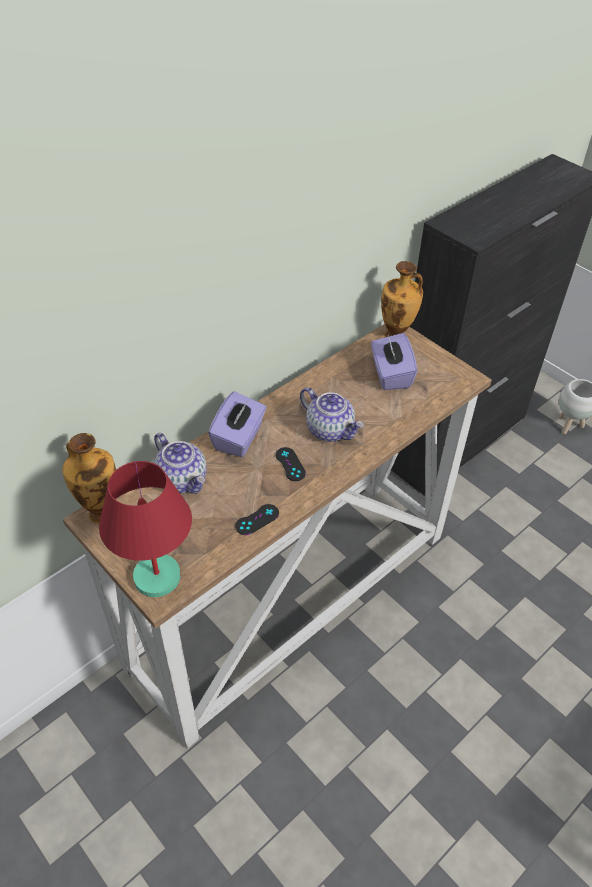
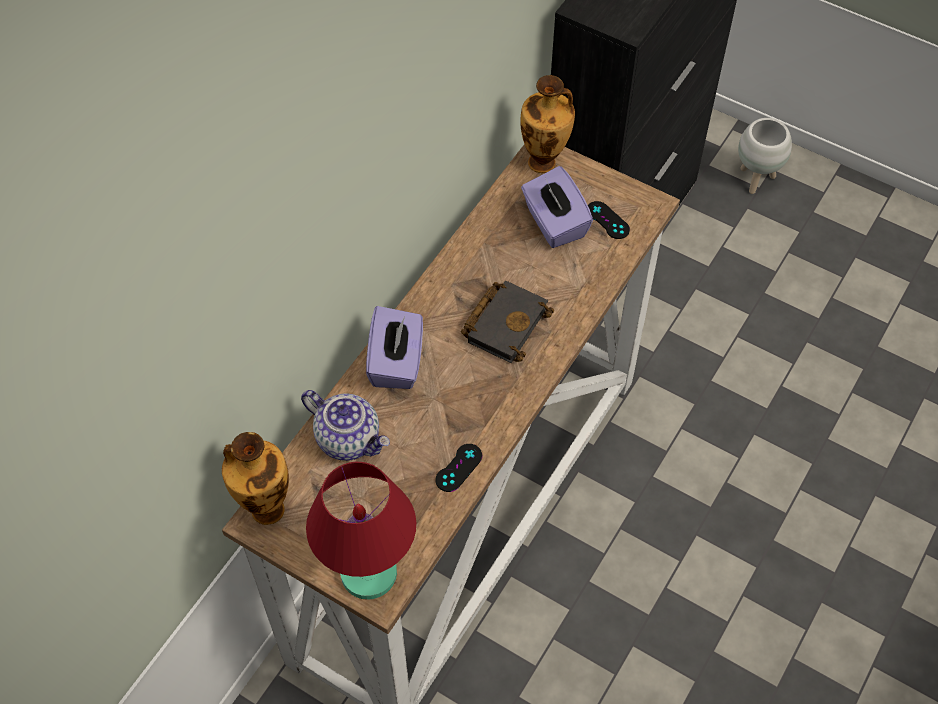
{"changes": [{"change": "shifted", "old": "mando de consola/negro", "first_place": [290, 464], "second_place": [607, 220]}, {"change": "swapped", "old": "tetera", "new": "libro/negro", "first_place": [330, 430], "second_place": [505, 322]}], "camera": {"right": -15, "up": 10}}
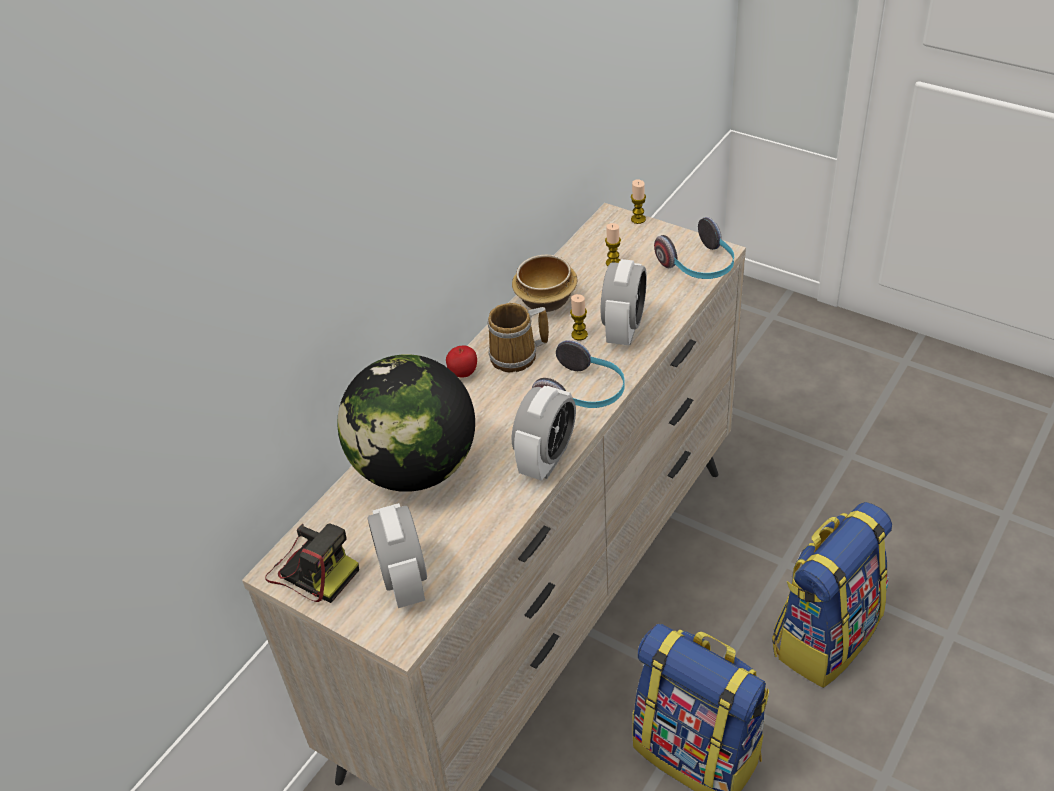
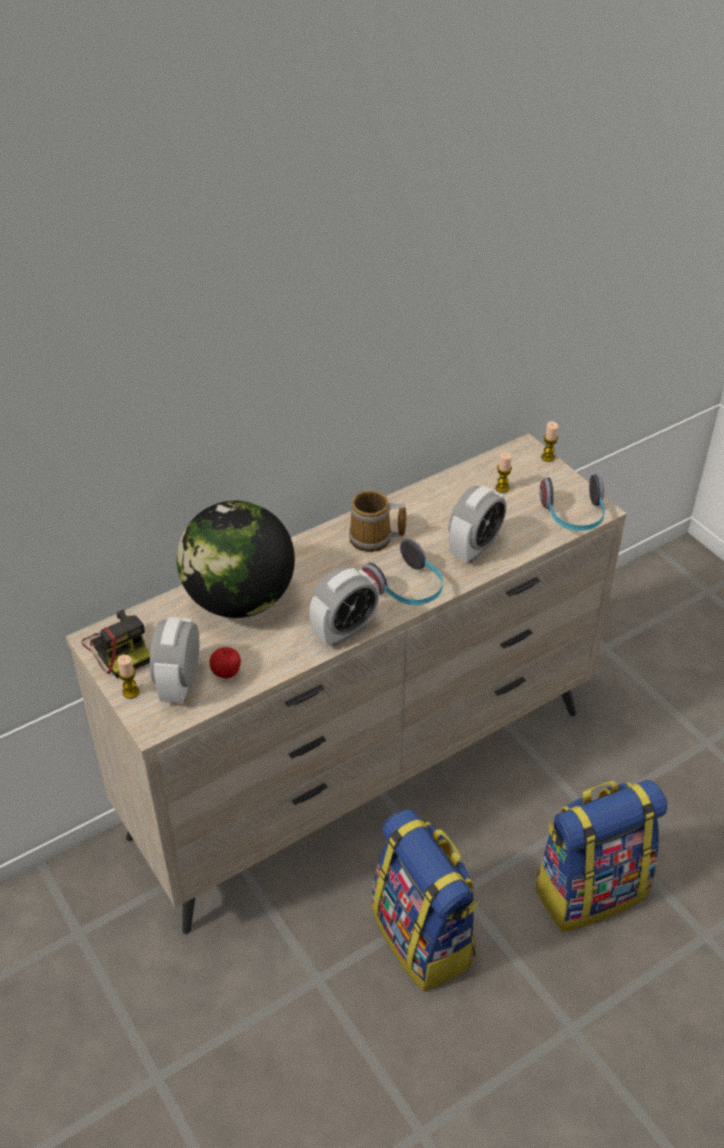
{"changes": [{"change": "gone", "old": "cuenco", "first_place": [547, 301]}, {"change": "shifted", "old": "manzana", "first_place": [463, 373], "second_place": [226, 673]}, {"change": "shifted", "old": "vela", "first_place": [579, 335], "second_place": [131, 692]}], "camera": {"right": 20, "up": 0}}
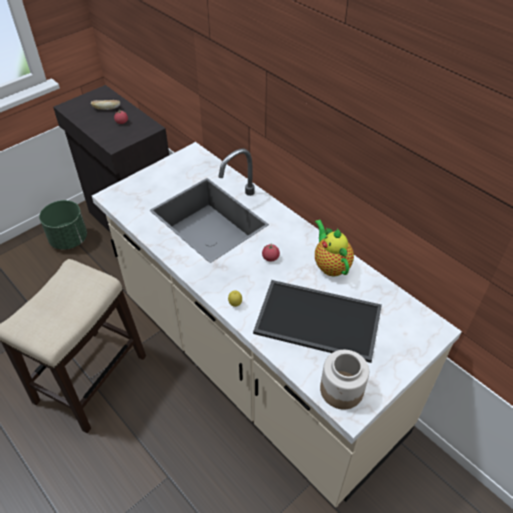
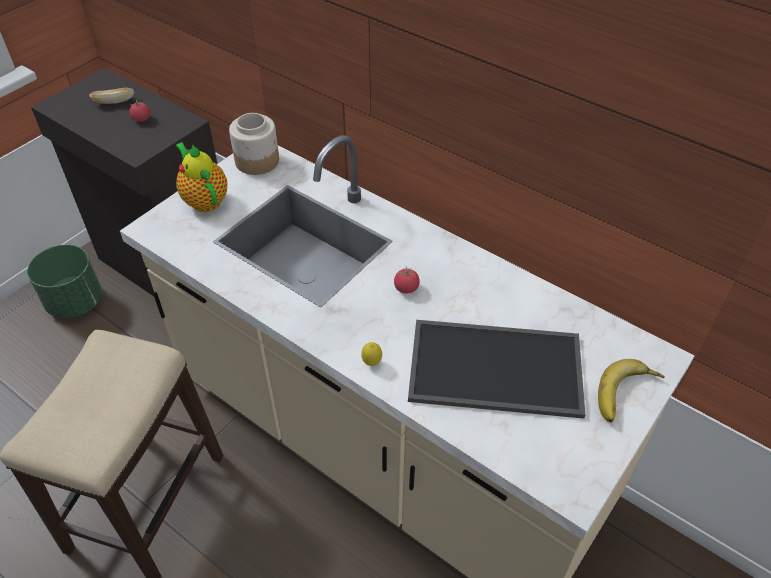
{"changes": [{"change": "new", "new": "plátano", "second_place": [627, 396]}, {"change": "shifted", "old": "tetera", "first_place": [330, 265], "second_place": [204, 200]}, {"change": "shifted", "old": "tarro", "first_place": [342, 389], "second_place": [258, 161]}], "camera": {"right": -10, "up": 0}}
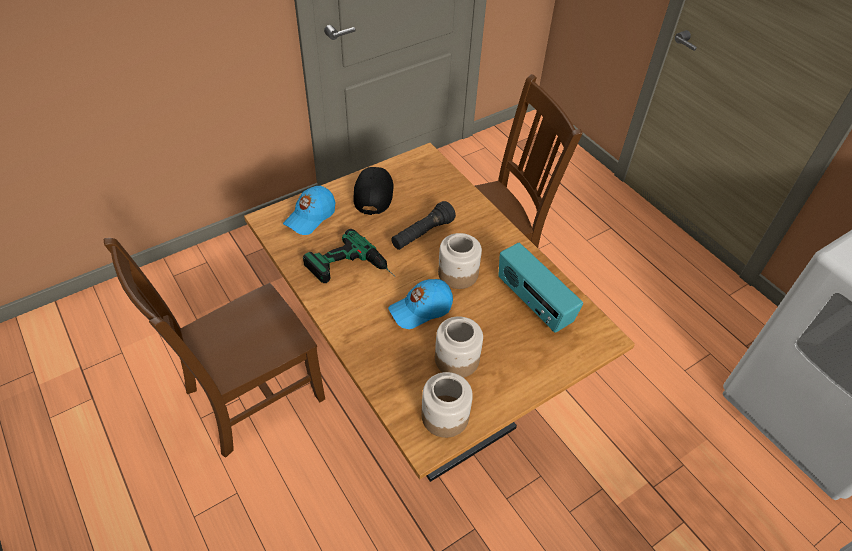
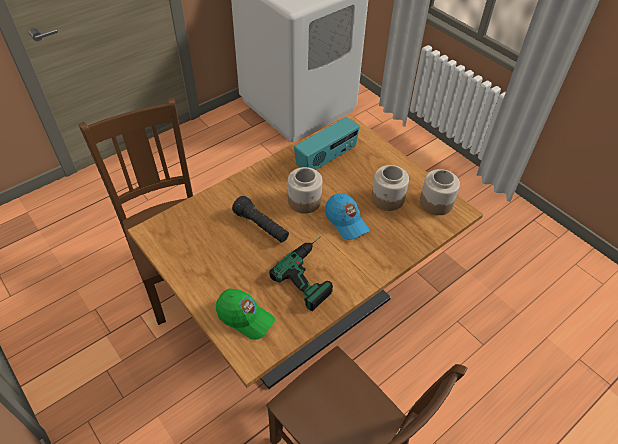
{"changes": [{"change": "gone", "old": "gorra/negro", "first_place": [373, 193]}, {"change": "repainted", "old": "gorra/azul", "new": "gorra/verde", "first_place": [310, 217], "second_place": [245, 317]}], "camera": {"right": -95, "up": 0}}
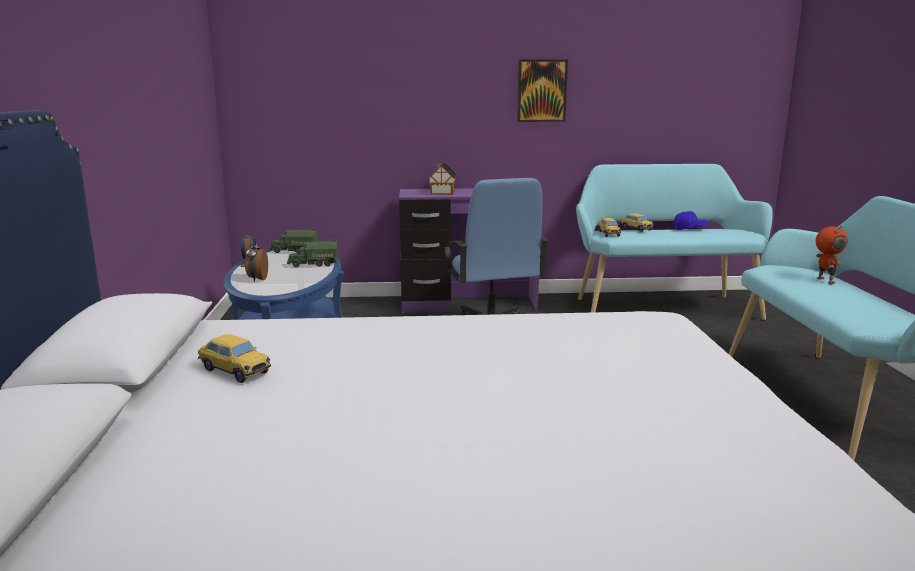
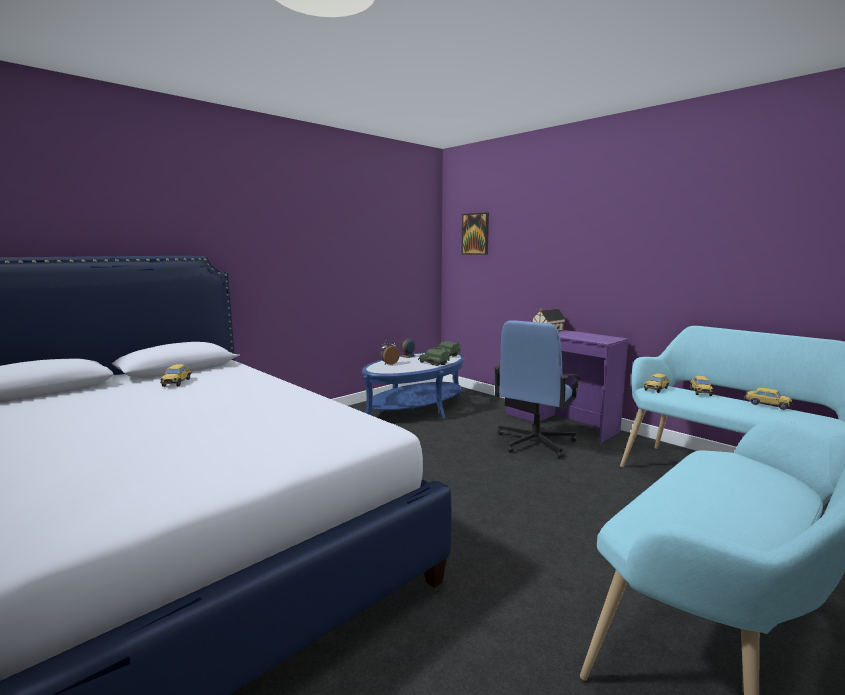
{"changes": [{"change": "gone", "old": "robot de juguete", "first_place": [824, 280]}, {"change": "shifted", "old": "cuadro", "first_place": [541, 90], "second_place": [475, 234]}, {"change": "swapped", "old": "gorra/azul", "new": "coche de juguete", "first_place": [689, 228], "second_place": [767, 405]}], "camera": {"right": 50, "up": -5}}
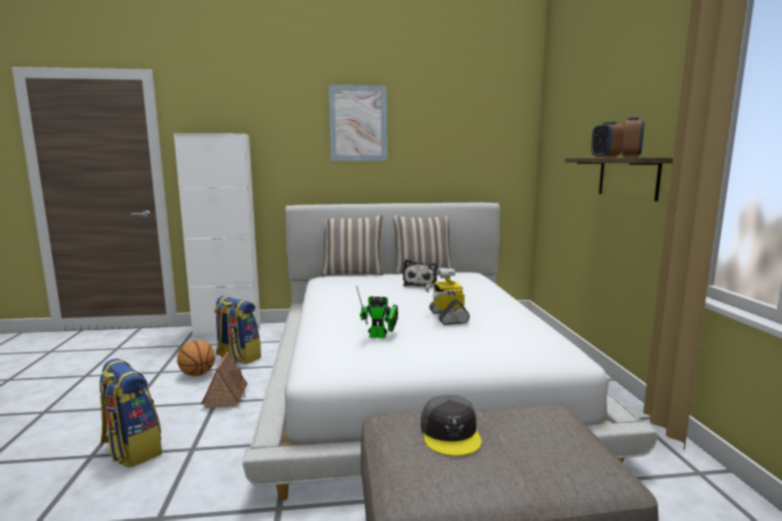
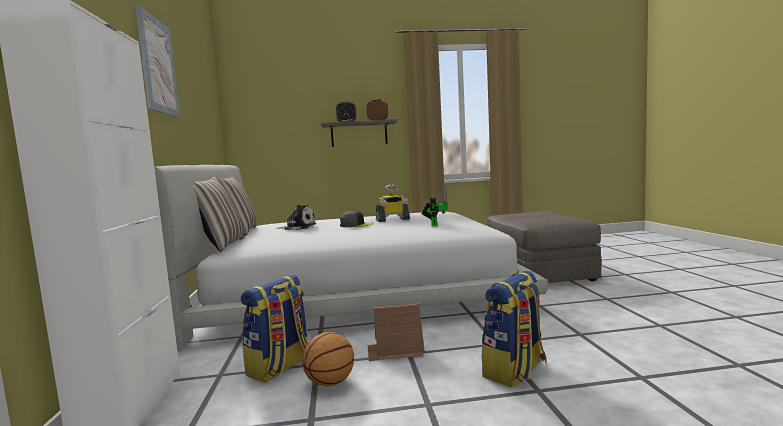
{"changes": [{"change": "shifted", "old": "gorra/gris", "first_place": [450, 433], "second_place": [355, 225]}], "camera": {"right": -90, "up": -5}}
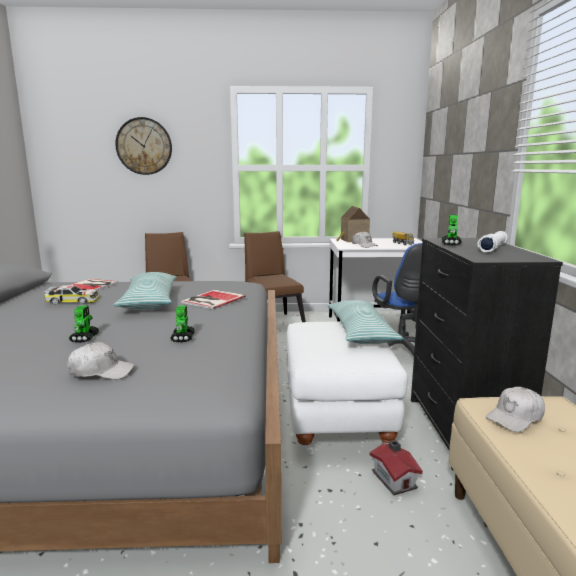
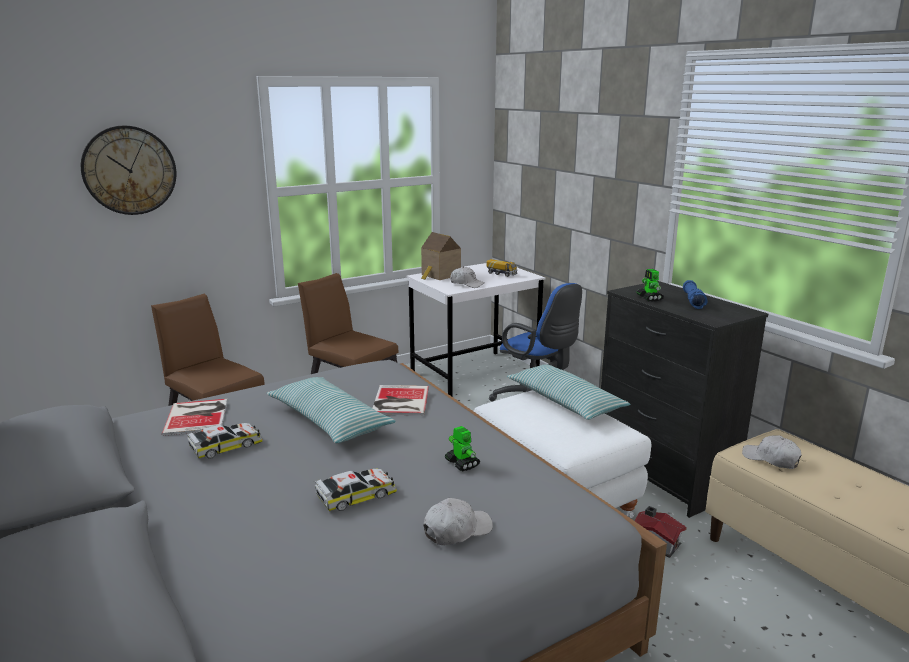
{"changes": [{"change": "swapped", "old": "robot de juguete", "new": "coche de juguete", "first_place": [85, 338], "second_place": [356, 496]}, {"change": "repainted", "old": "linterna/blanco", "new": "linterna/azul", "first_place": [493, 248], "second_place": [693, 301]}, {"change": "rotated", "old": "gorra/blanco", "first_place": [515, 417], "second_place": [771, 459], "degrees": 105}], "camera": {"right": -30, "up": 5}}
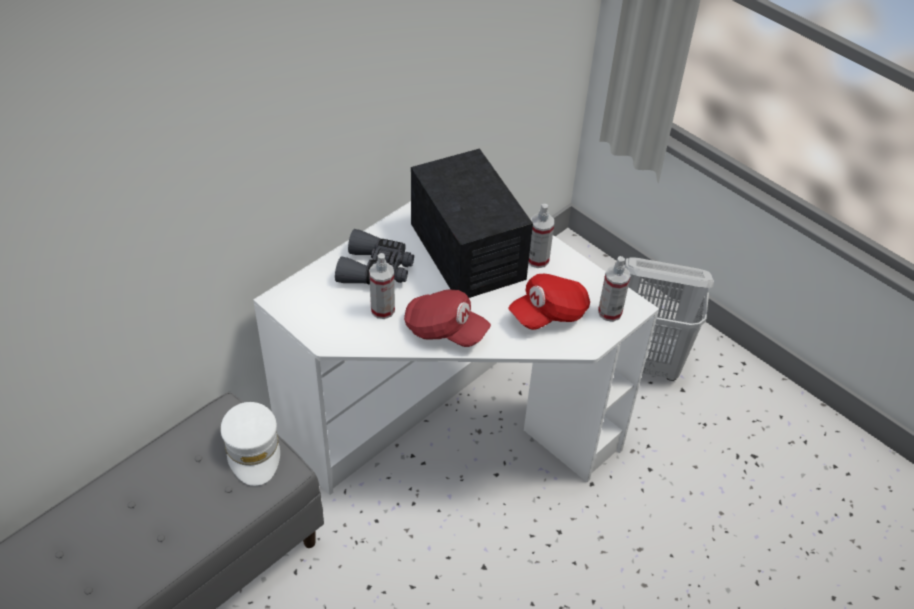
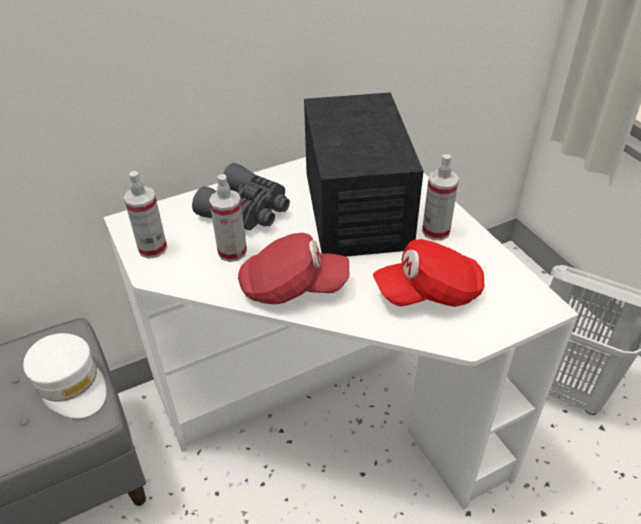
{"changes": [{"change": "shifted", "old": "pulverizador", "first_place": [610, 312], "second_place": [152, 248]}, {"change": "rotated", "old": "gorra/blanco", "first_place": [253, 449], "second_place": [71, 383], "degrees": -45}, {"change": "rotated", "old": "gorra/rojo", "first_place": [445, 330], "second_place": [292, 287], "degrees": -45}], "camera": {"right": 20, "up": -5}}
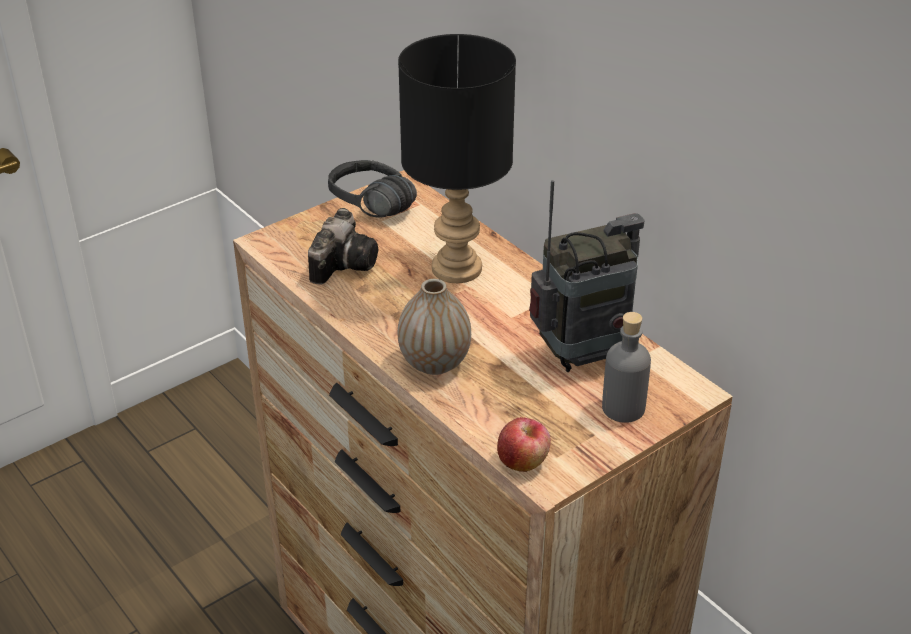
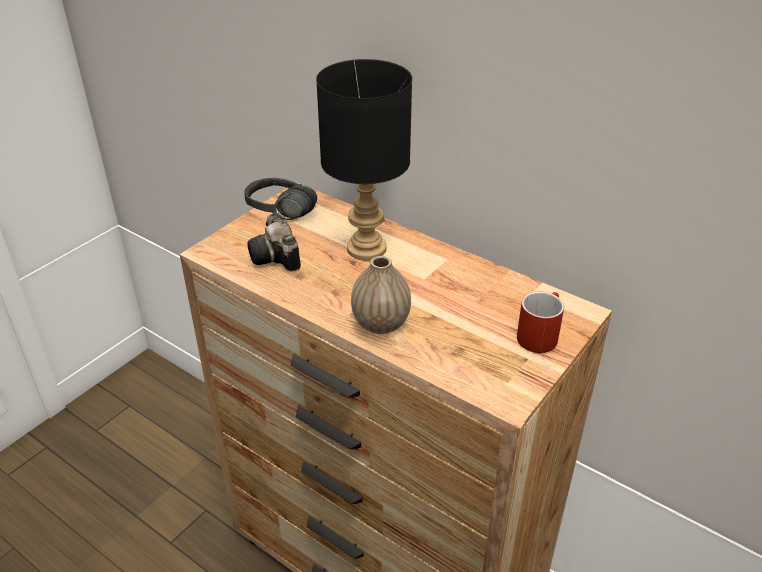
{"changes": [{"change": "gone", "old": "manzana", "first_place": [523, 461]}, {"change": "gone", "old": "radio", "first_place": [582, 356]}, {"change": "swapped", "old": "botella/gris", "new": "taza grande/rojo", "first_place": [623, 408], "second_place": [539, 334]}, {"change": "rotated", "old": "cámara", "first_place": [344, 262], "second_place": [277, 258], "degrees": 150}], "camera": {"right": -15, "up": 0}}
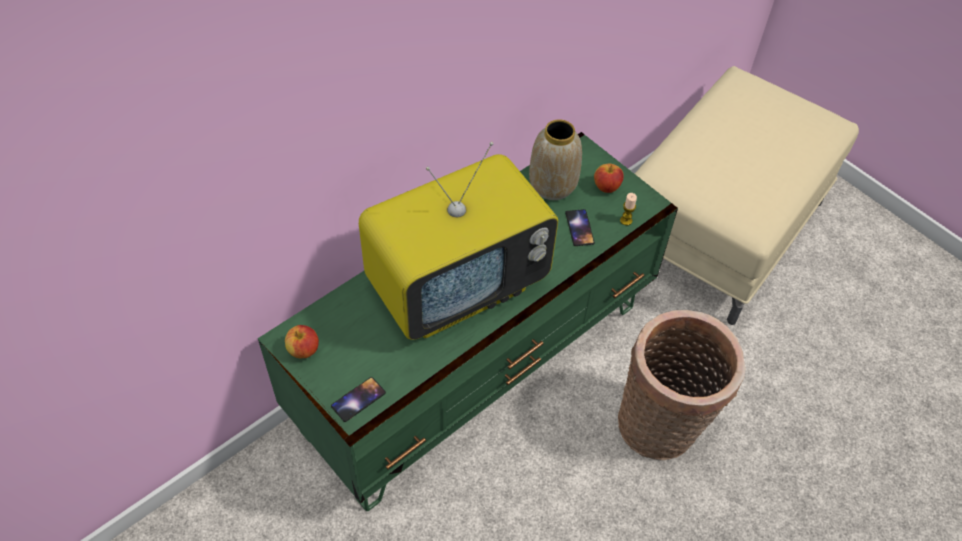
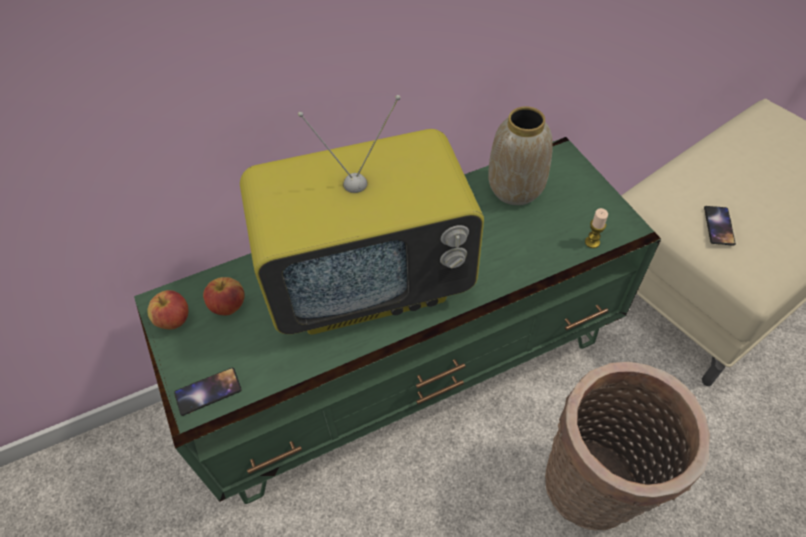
{"changes": [{"change": "shifted", "old": "móvil", "first_place": [579, 228], "second_place": [719, 226]}, {"change": "shifted", "old": "manzana", "first_place": [606, 187], "second_place": [228, 306]}], "camera": {"right": 20, "up": 0}}
